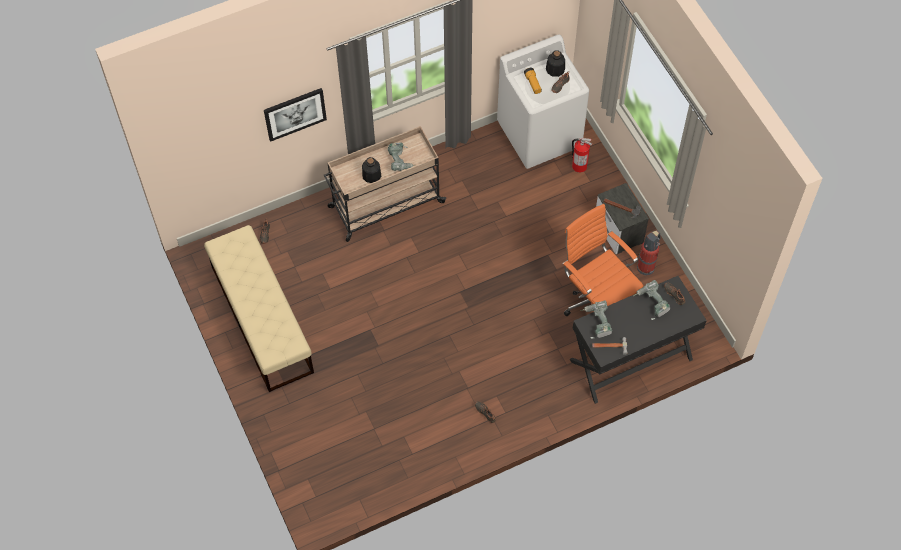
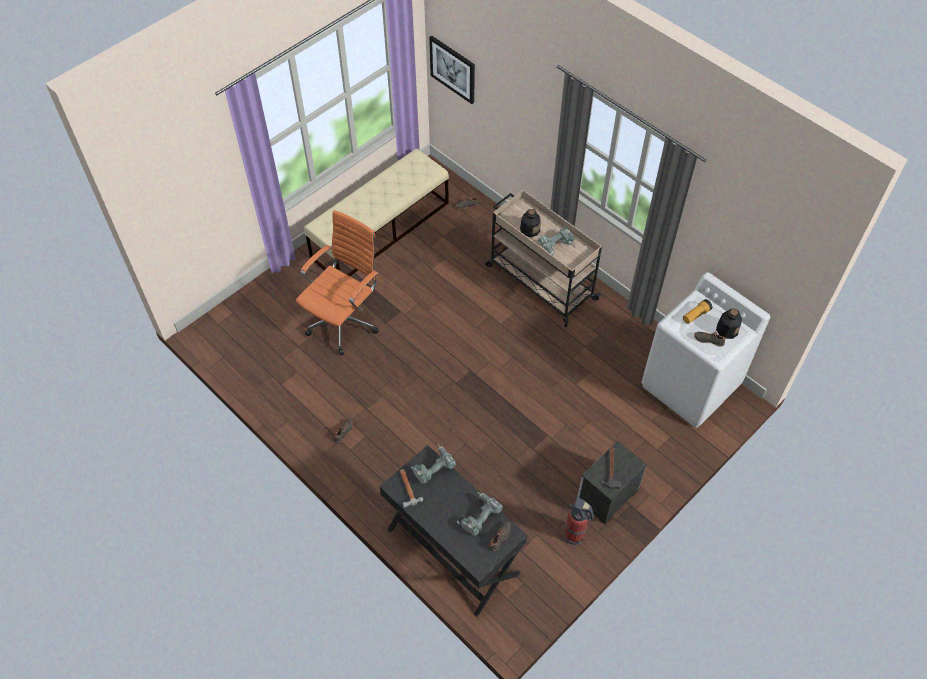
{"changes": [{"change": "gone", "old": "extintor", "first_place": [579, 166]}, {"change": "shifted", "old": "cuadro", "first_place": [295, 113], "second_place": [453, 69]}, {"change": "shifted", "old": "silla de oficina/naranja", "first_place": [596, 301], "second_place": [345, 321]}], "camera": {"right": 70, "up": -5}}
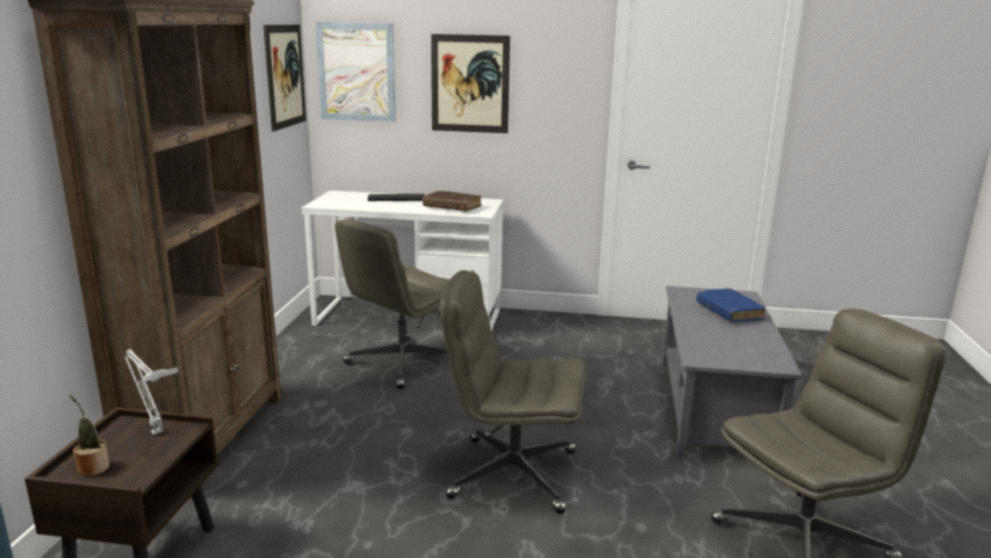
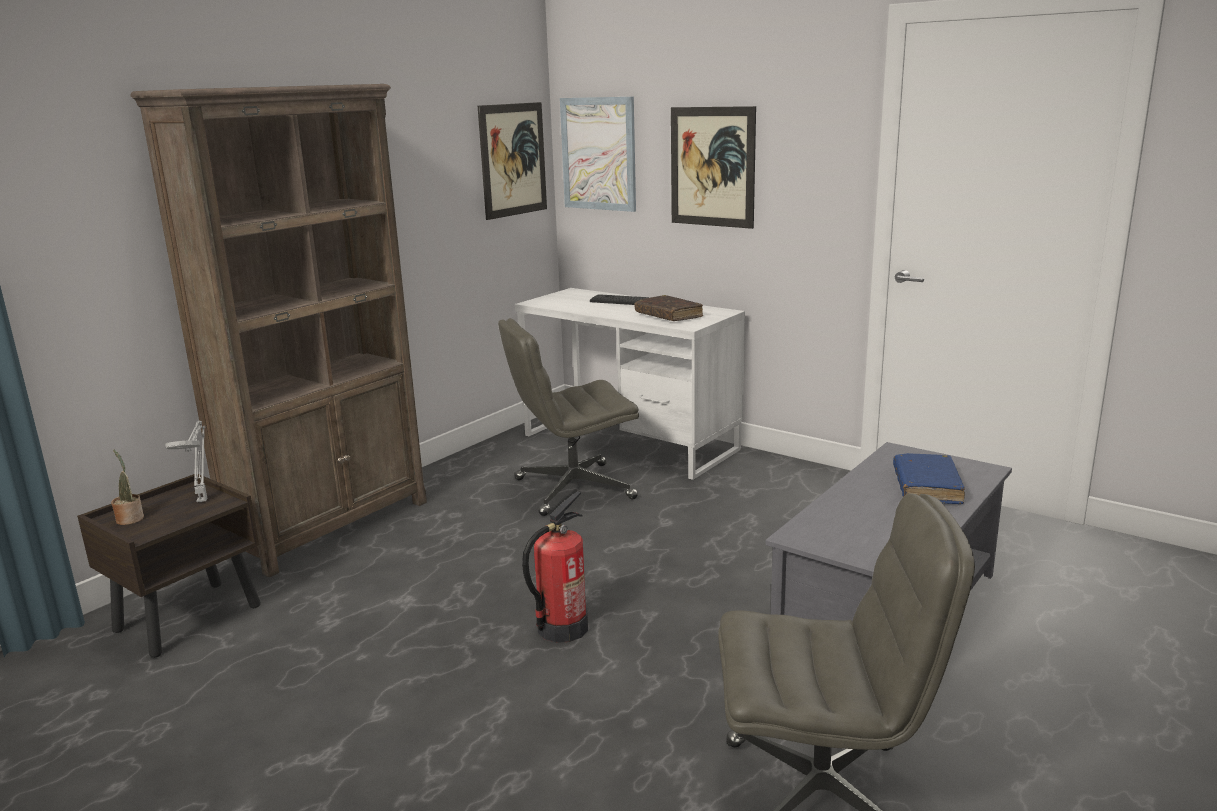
{"changes": [{"change": "swapped", "old": "silla de oficina/gris", "new": "extintor", "first_place": [511, 474], "second_place": [561, 628]}], "camera": {"right": 30, "up": 0}}
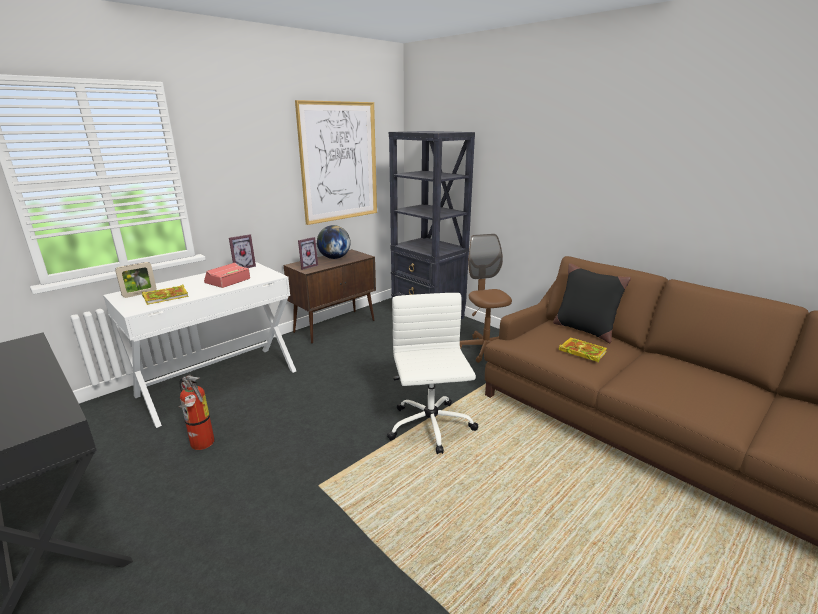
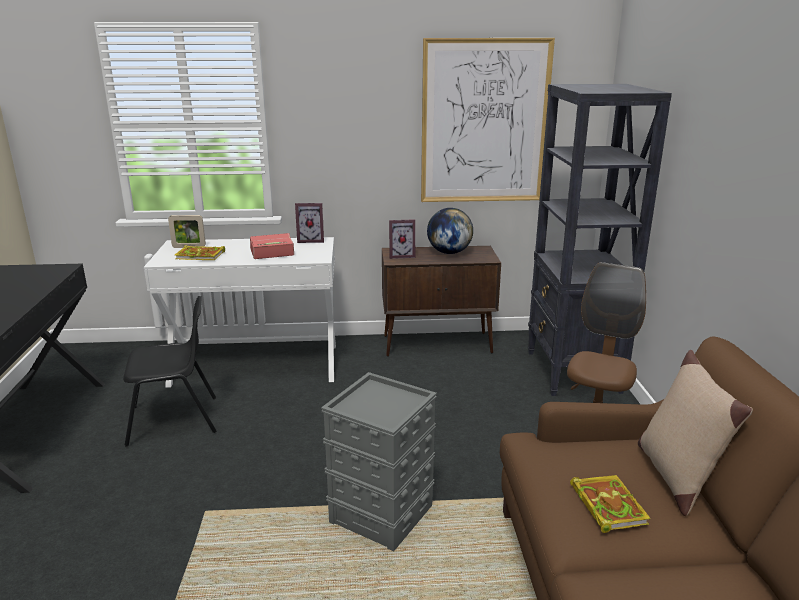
{"changes": [{"change": "swapped", "old": "extintor", "new": "silla/negro", "first_place": [202, 445], "second_place": [175, 420]}, {"change": "swapped", "old": "silla de oficina/blanco", "new": "caja de almacenaje/gris", "first_place": [430, 427], "second_place": [383, 514]}, {"change": "repainted", "old": "cojín/negro", "new": "cojín/beis", "first_place": [583, 330], "second_place": [676, 476]}], "camera": {"right": 40, "up": 0}}
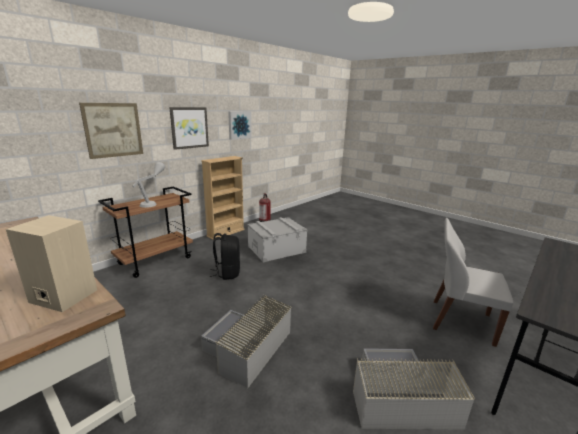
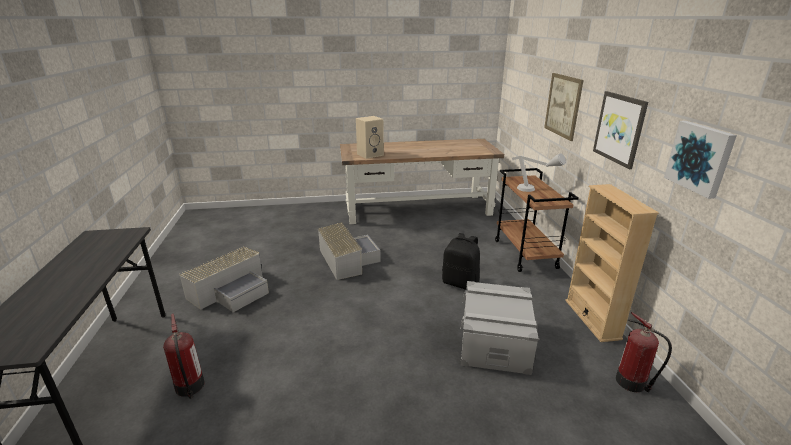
{"changes": [{"change": "swapped", "old": "silla/blanco", "new": "extintor", "first_place": [459, 321], "second_place": [190, 387]}], "camera": {"right": 130, "up": 5}}
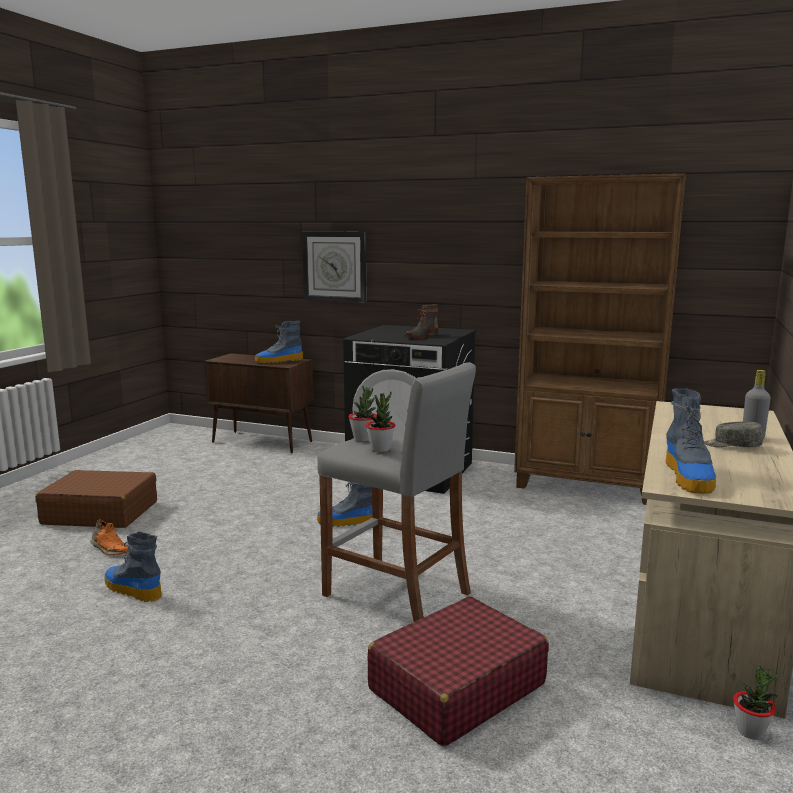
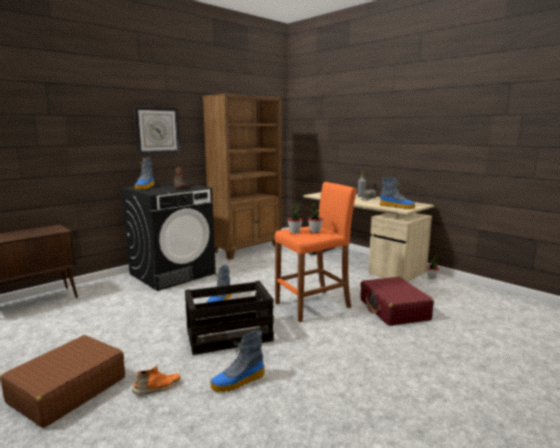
{"changes": [{"change": "new", "new": "caja de embalaje", "second_place": [228, 336]}, {"change": "shifted", "old": "bota", "first_place": [279, 361], "second_place": [145, 187]}, {"change": "shifted", "old": "reloj de pared", "first_place": [335, 266], "second_place": [157, 130]}, {"change": "repainted", "old": "taburete/gris", "new": "taburete/naranja", "first_place": [397, 594], "second_place": [313, 305]}], "camera": {"right": -65, "up": 0}}
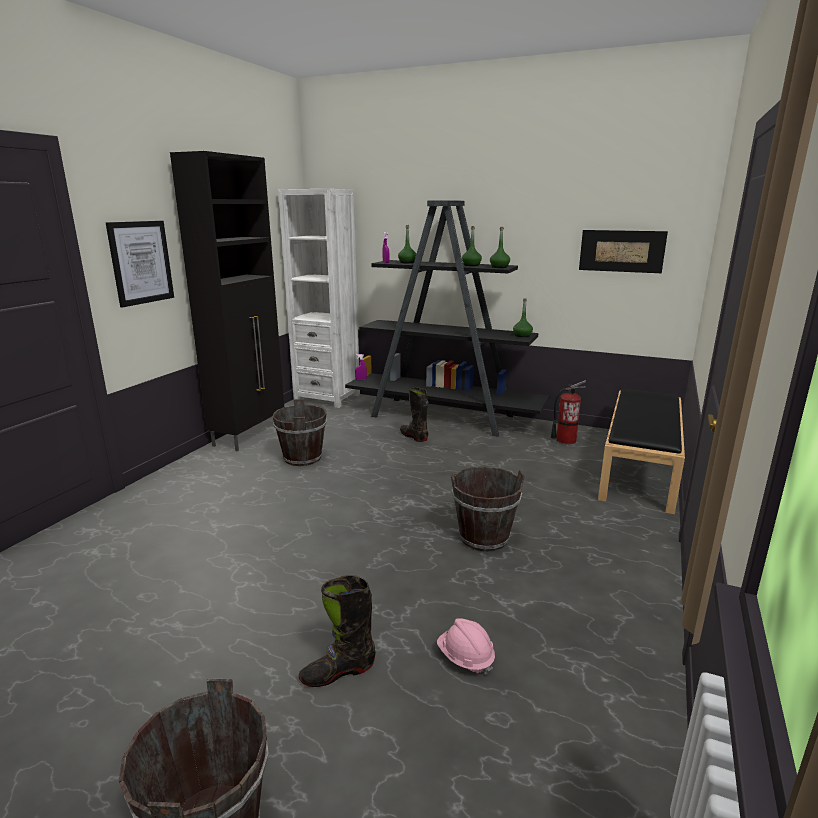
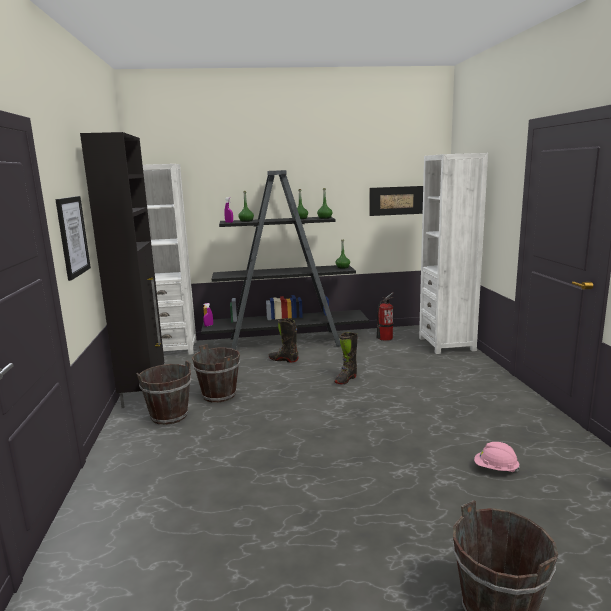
{"changes": [{"change": "shifted", "old": "bota/negro", "first_place": [338, 672], "second_place": [345, 380]}, {"change": "shifted", "old": "cubo/marrón", "first_place": [484, 538], "second_place": [169, 416]}, {"change": "swapped", "old": "banco/negro", "new": "estantería/blanco", "first_place": [640, 468], "second_place": [446, 344]}], "camera": {"right": -30, "up": -5}}
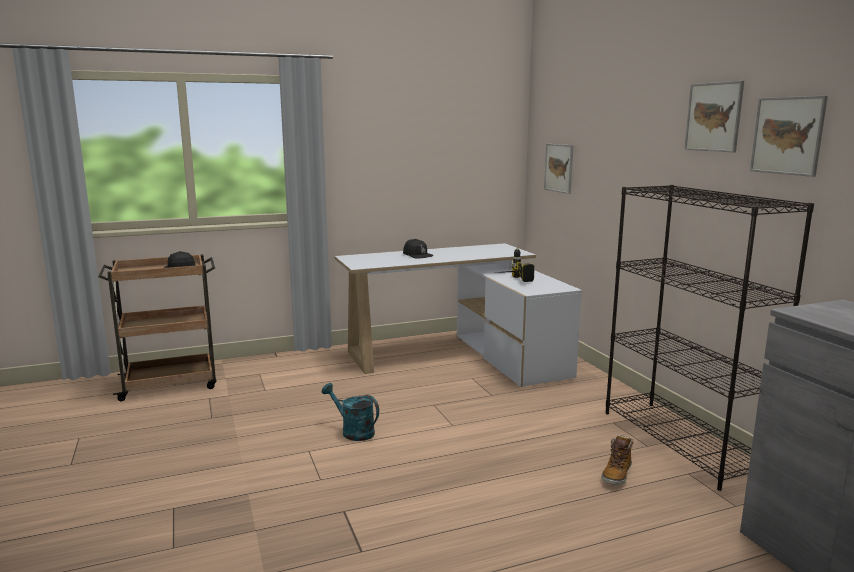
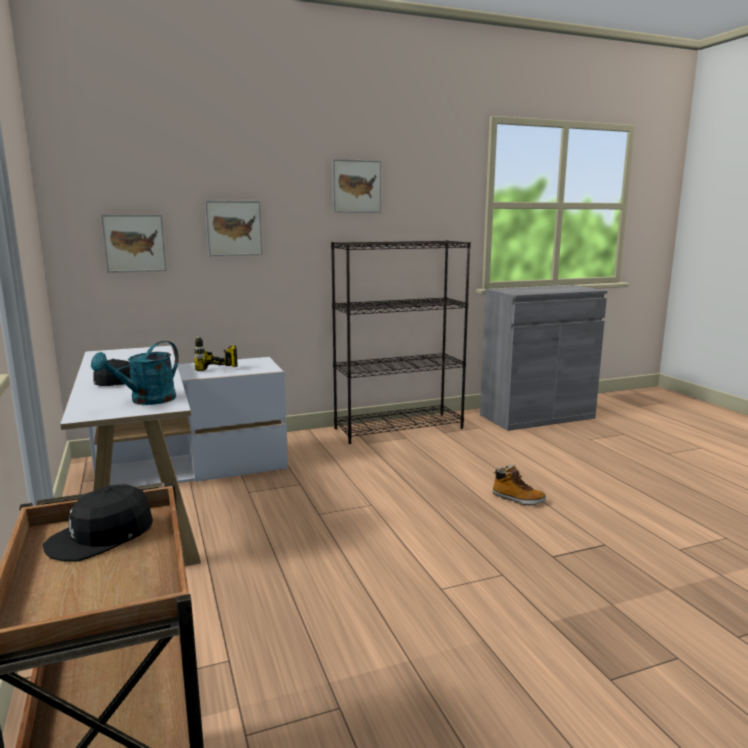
{"changes": [{"change": "shifted", "old": "regadera/turquesa", "first_place": [353, 431], "second_place": [146, 401]}, {"change": "shifted", "old": "bota", "first_place": [617, 474], "second_place": [517, 499]}, {"change": "shifted", "old": "cuadro", "first_place": [787, 135], "second_place": [234, 228]}], "camera": {"right": -90, "up": 0}}
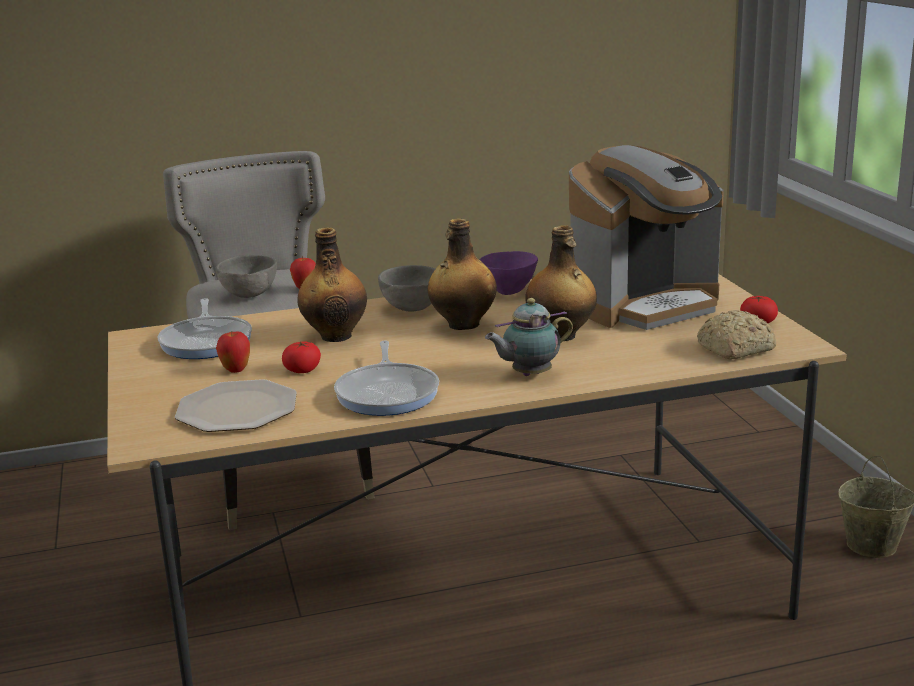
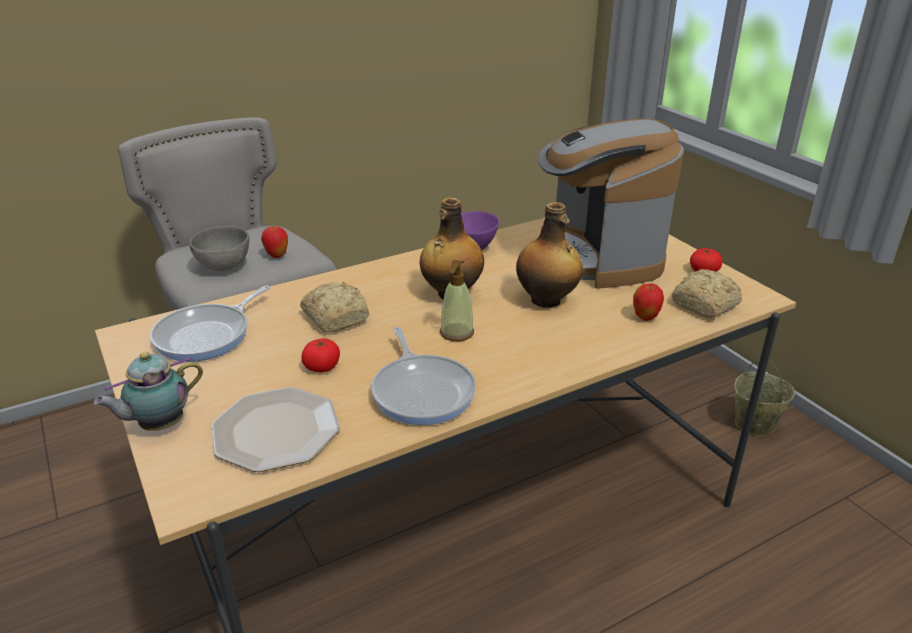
{"changes": [{"change": "gone", "old": "cuenco/gris", "first_place": [411, 308]}, {"change": "new", "new": "dispensador de jabón", "second_place": [456, 333]}, {"change": "shifted", "old": "manzana", "first_place": [236, 370], "second_place": [645, 318]}, {"change": "shifted", "old": "tetera", "first_place": [529, 375], "second_place": [159, 425]}, {"change": "swapped", "old": "botella", "new": "pan", "first_place": [335, 335], "second_place": [336, 317]}, {"change": "rotated", "old": "sartén", "first_place": [207, 341], "second_place": [207, 335], "degrees": 60}, {"change": "rotated", "old": "cafetera", "first_place": [645, 305], "second_place": [599, 258], "degrees": 120}], "camera": {"right": -15, "up": 10}}
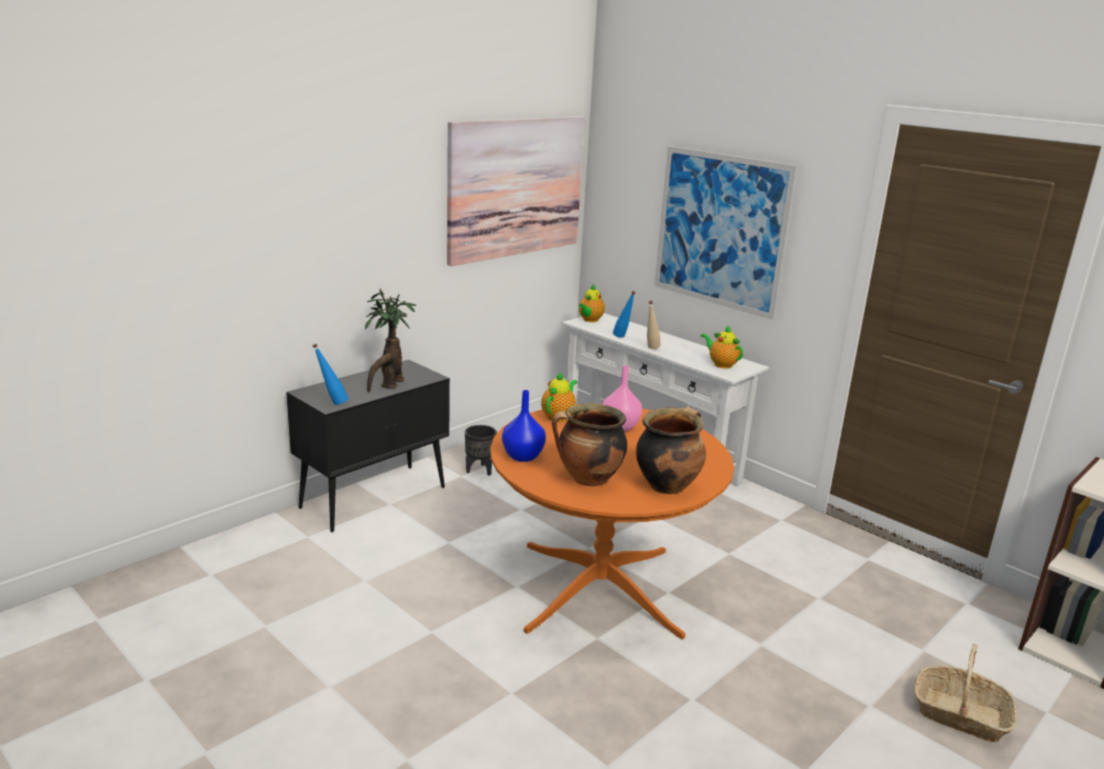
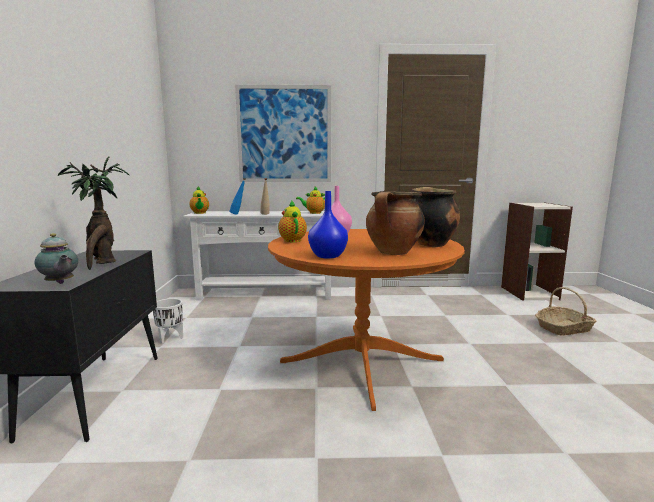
{"changes": [{"change": "gone", "old": "cuadro", "first_place": [516, 187]}, {"change": "swapped", "old": "botella/azul", "new": "tetera", "first_place": [332, 403], "second_place": [60, 283]}, {"change": "repainted", "old": "maceta/negro", "new": "maceta/blanco", "first_place": [480, 470], "second_place": [170, 338]}], "camera": {"right": -45, "up": -10}}
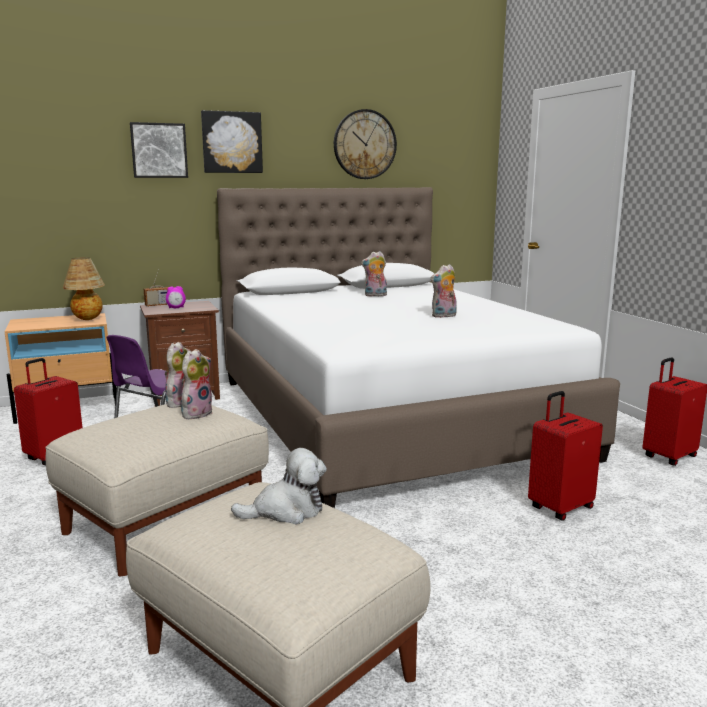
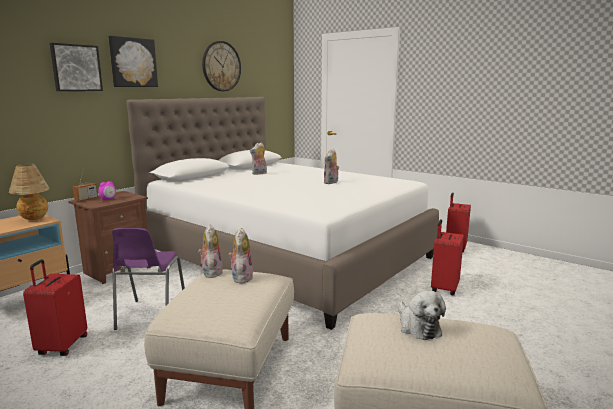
{"changes": [{"change": "rotated", "old": "peluche", "first_place": [286, 511], "second_place": [418, 327], "degrees": 120}], "camera": {"right": -30, "up": 0}}
